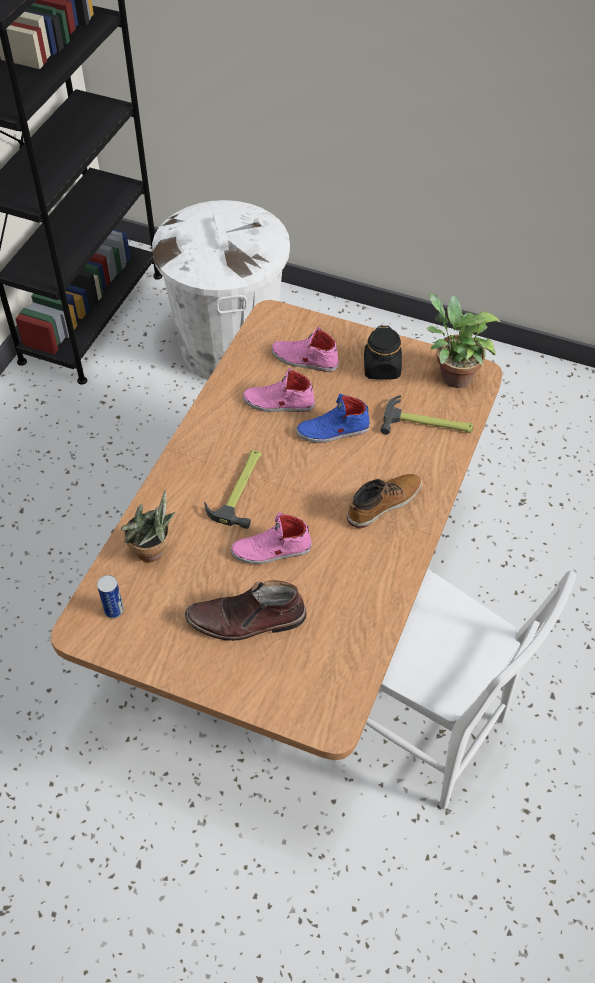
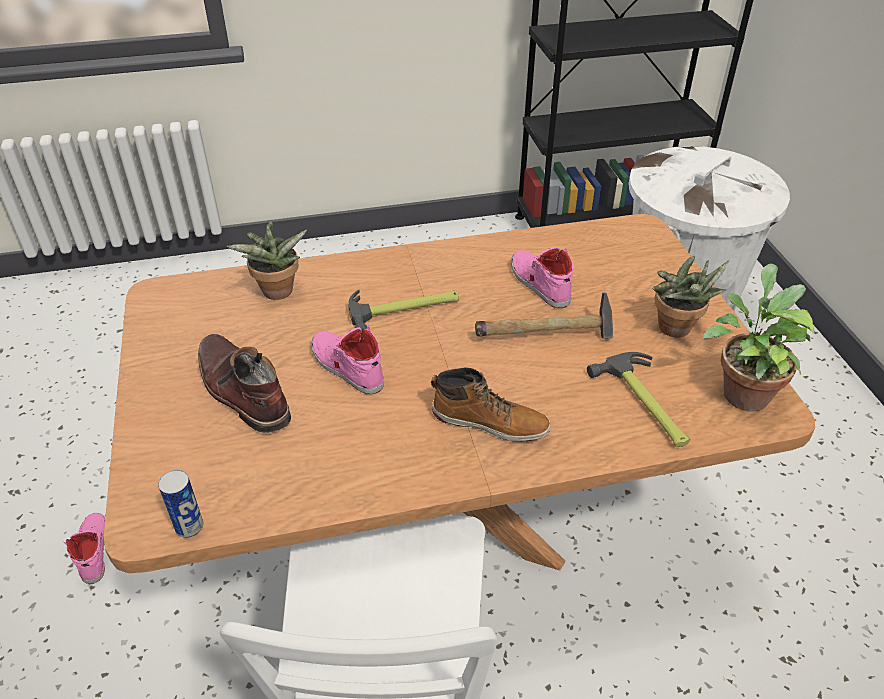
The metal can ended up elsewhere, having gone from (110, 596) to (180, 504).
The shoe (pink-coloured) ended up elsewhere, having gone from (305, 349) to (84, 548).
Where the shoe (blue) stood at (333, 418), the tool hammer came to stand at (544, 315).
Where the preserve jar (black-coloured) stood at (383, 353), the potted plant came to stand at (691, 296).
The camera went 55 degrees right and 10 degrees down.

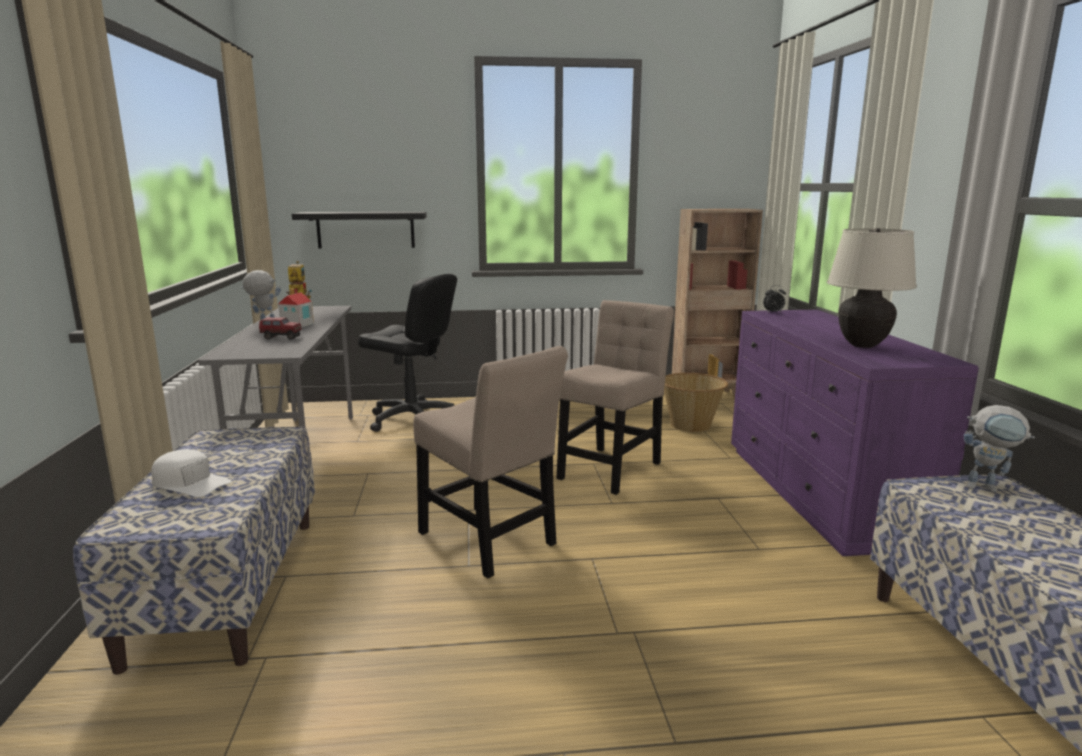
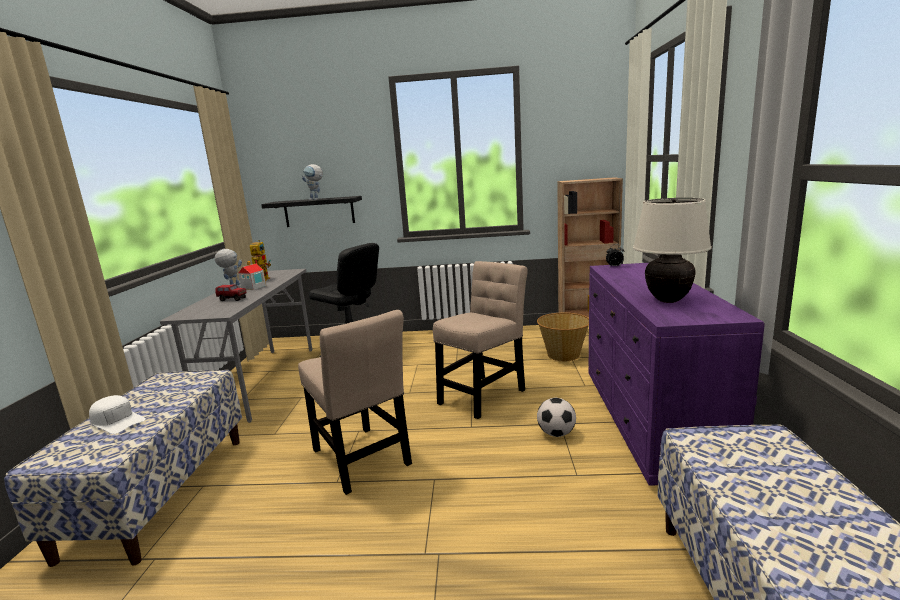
The robot figure ended up elsewhere, having gone from (999, 448) to (312, 182).
The second view gained the football ball at (556, 417).
The camera went 10 degrees right and 0 degrees up.

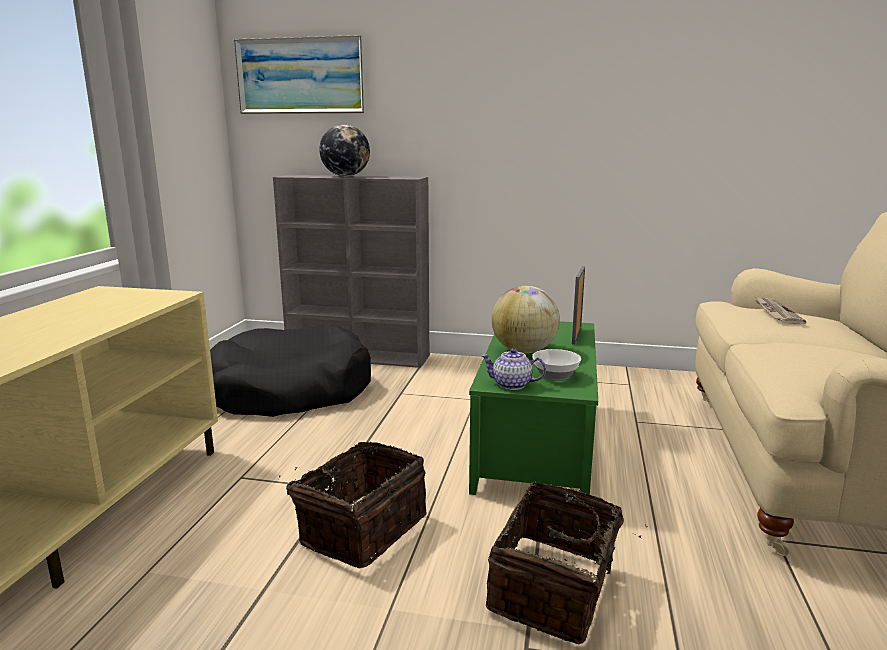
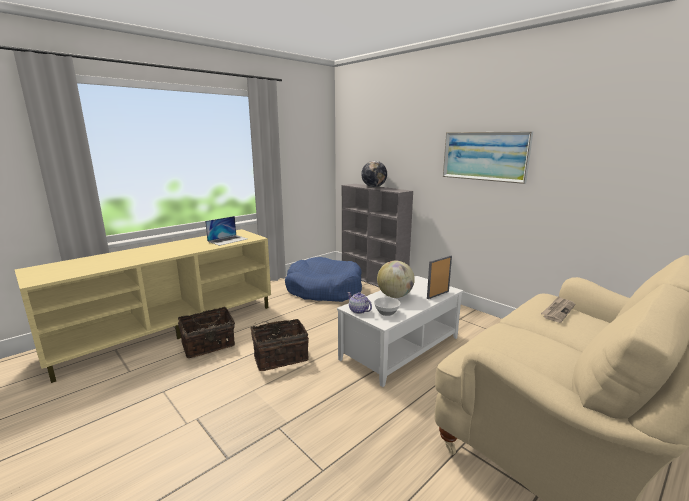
What was the pet bed (black-coloured) at (290, 371) turned into the pet bed (blue) at (323, 279).
The wall picture ended up elsewhere, having gone from (300, 74) to (488, 157).
What was the low table (greenish) at (533, 408) turned into the low table (white-coloured) at (400, 331).
The storage basket ended up elsewhere, having gone from (566, 562) to (206, 332).
The second view gained the notebook computer at (226, 231).
The camera went 35 degrees right and 0 degrees up.

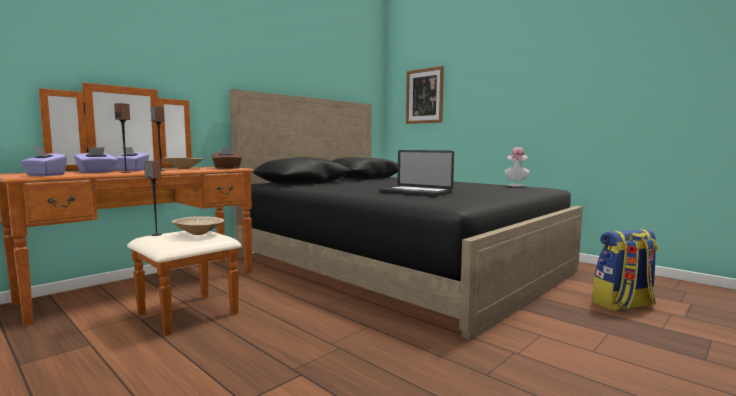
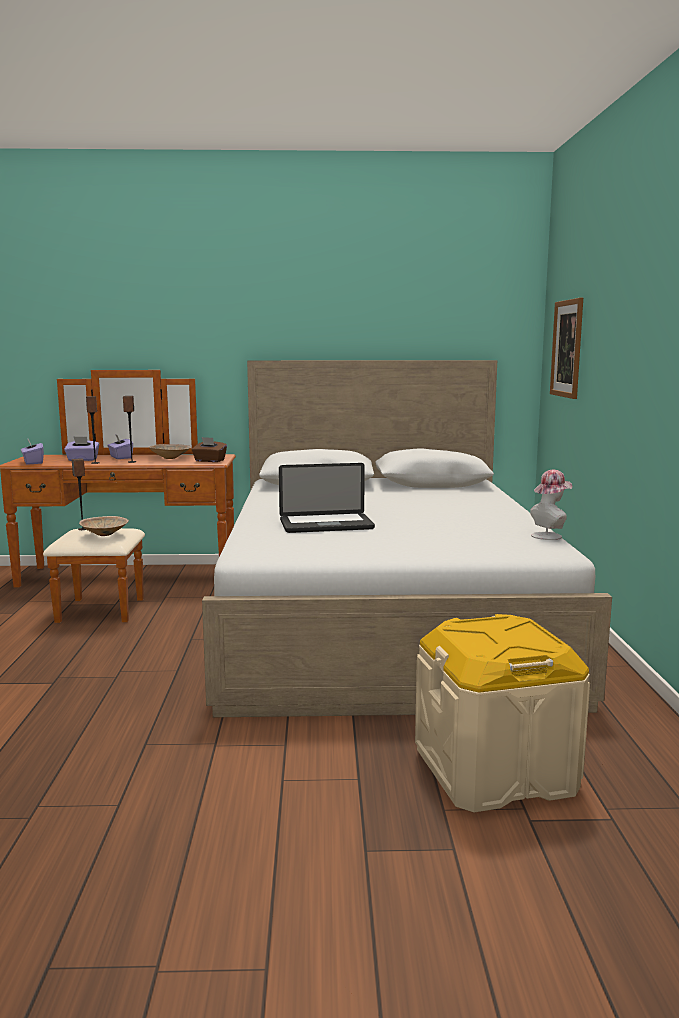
What was the sleeping bed (black-coloured) at (406, 215) turned into the sleeping bed (white-coloured) at (407, 538).
The notebook computer at (416, 173) ended up facing another way, 90 degrees counterclockwise from before.
Where the backpack stood at (625, 270), the storage bin (sand-coloured) came to stand at (502, 713).
The camera went 45 degrees right and 5 degrees up.

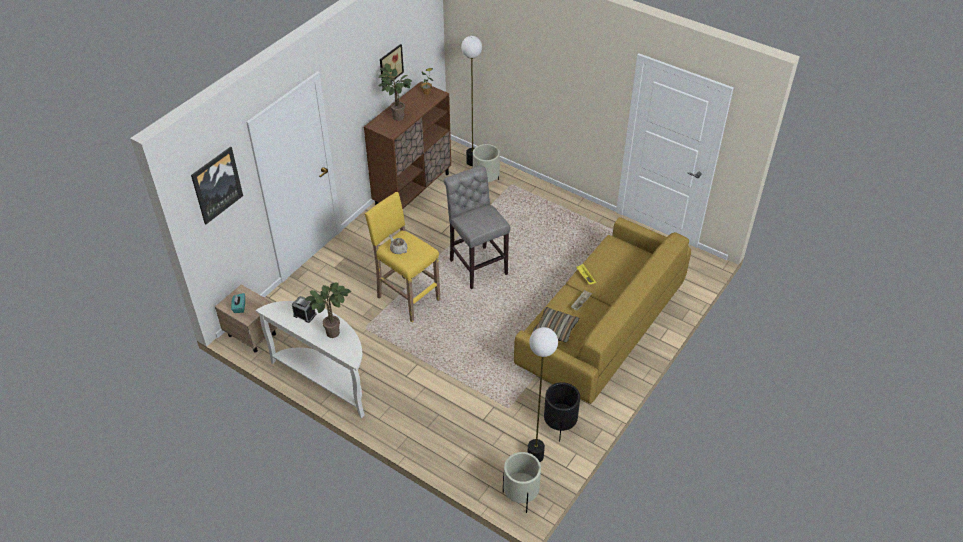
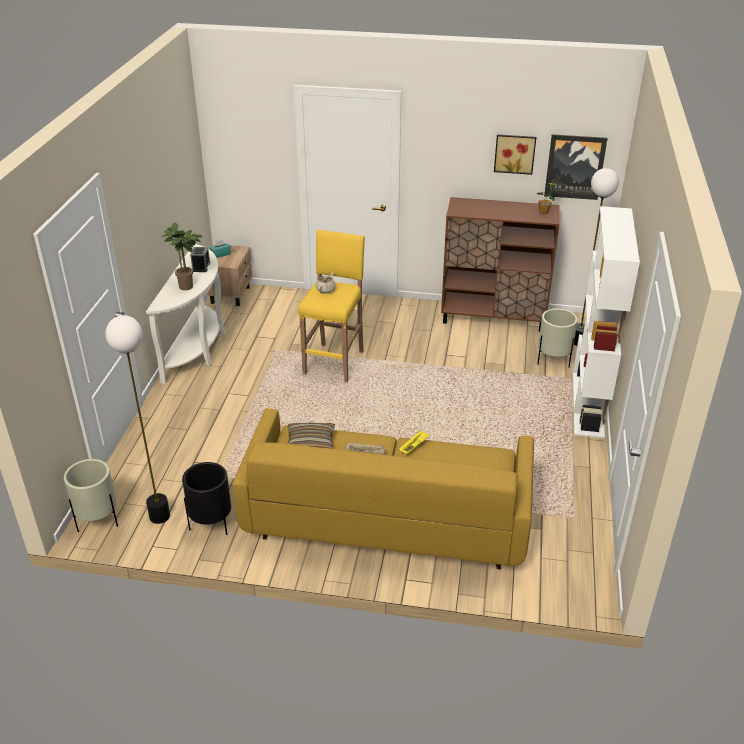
The wall picture ended up elsewhere, having gone from (217, 185) to (575, 167).
The second view lost the potted plant at (395, 92).
The second view lost the stool seat (grey) at (477, 227).
The second view gained the bookcase (white-coloured) at (606, 322).
The camera went 65 degrees right and 10 degrees down.

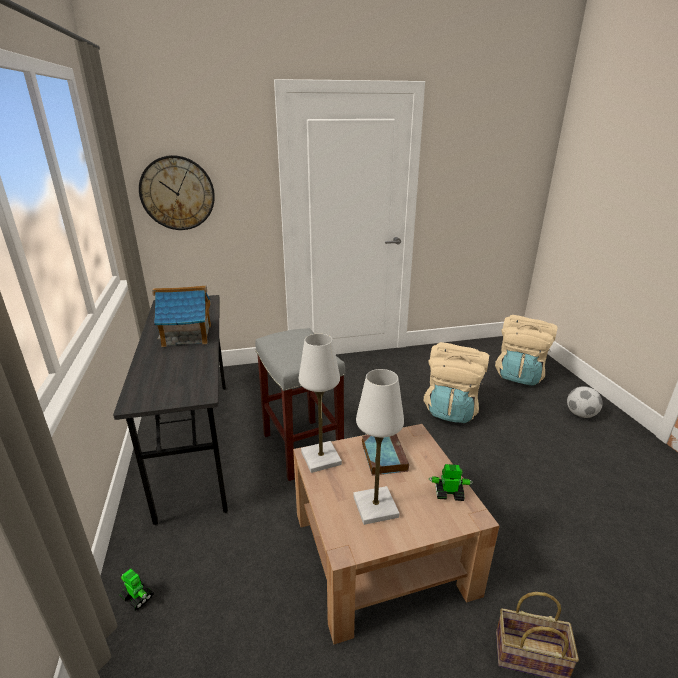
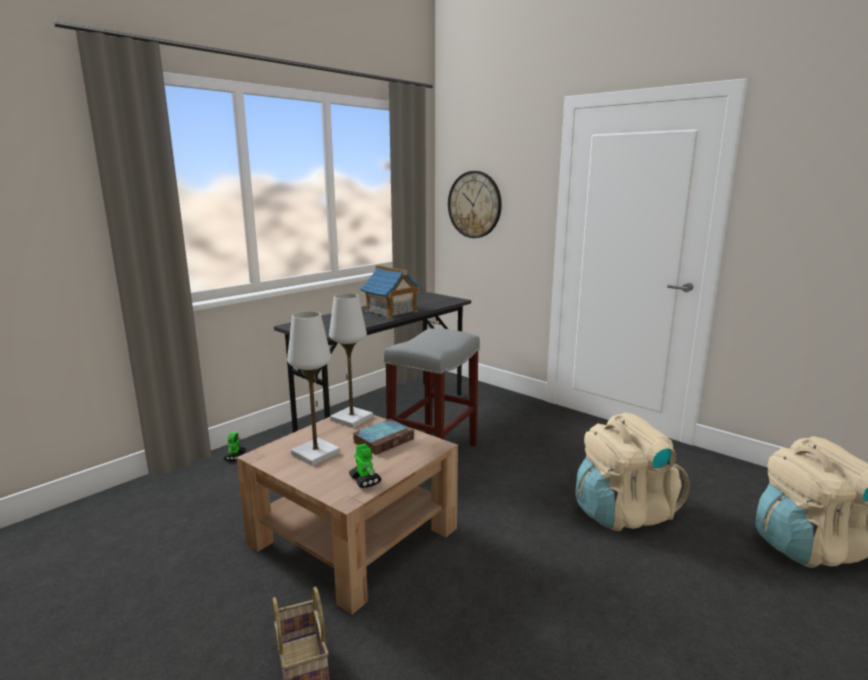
The second view lost the football ball at (585, 402).
The camera went 55 degrees right and 10 degrees down.

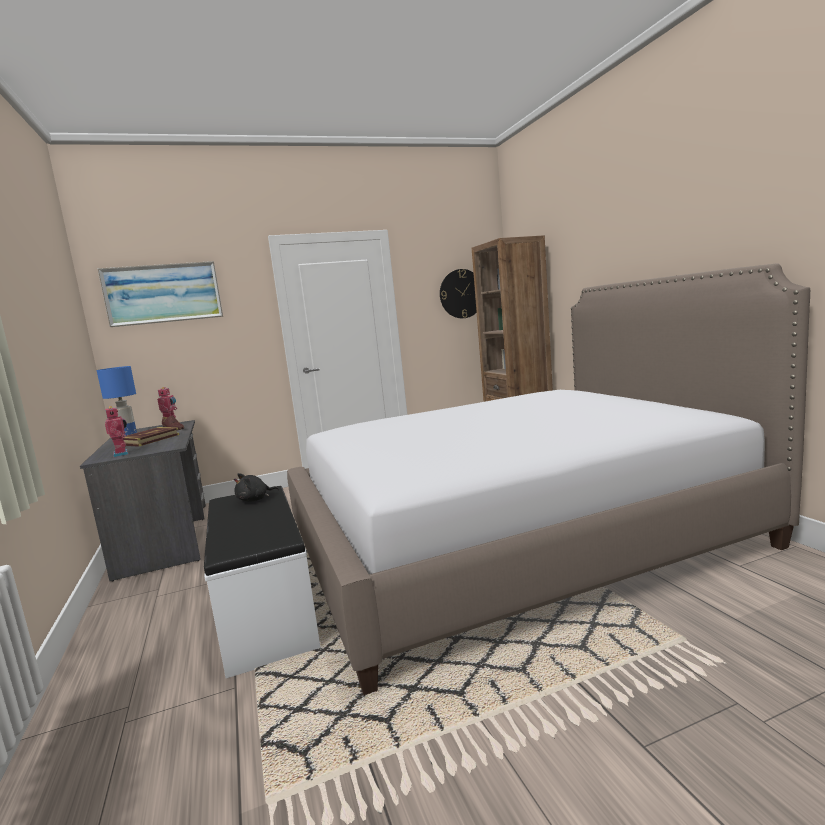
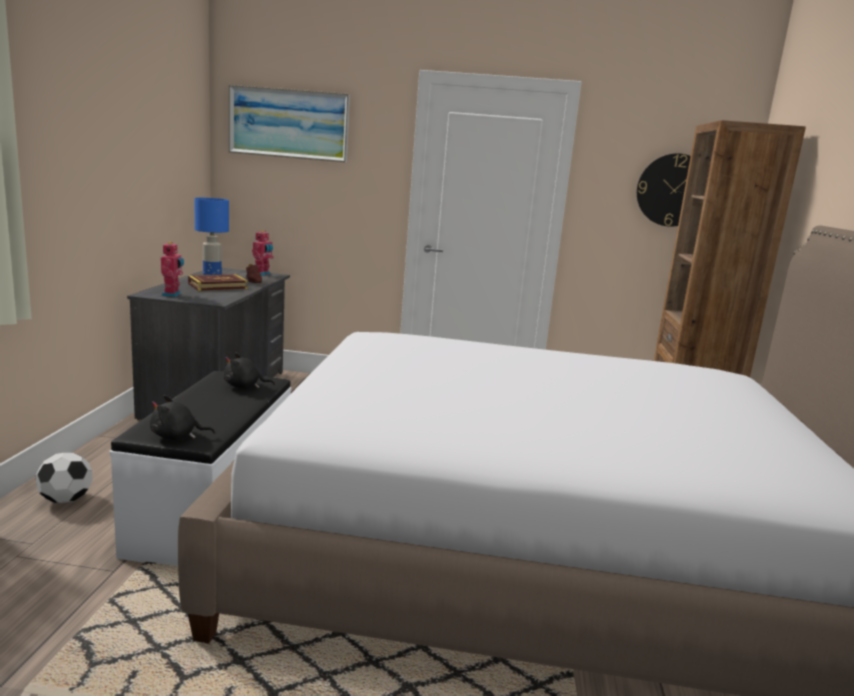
The second view gained the football ball at (64, 478).
The second view gained the cuddly toy (black-coloured) at (182, 417).
The camera went 25 degrees right and 5 degrees up.

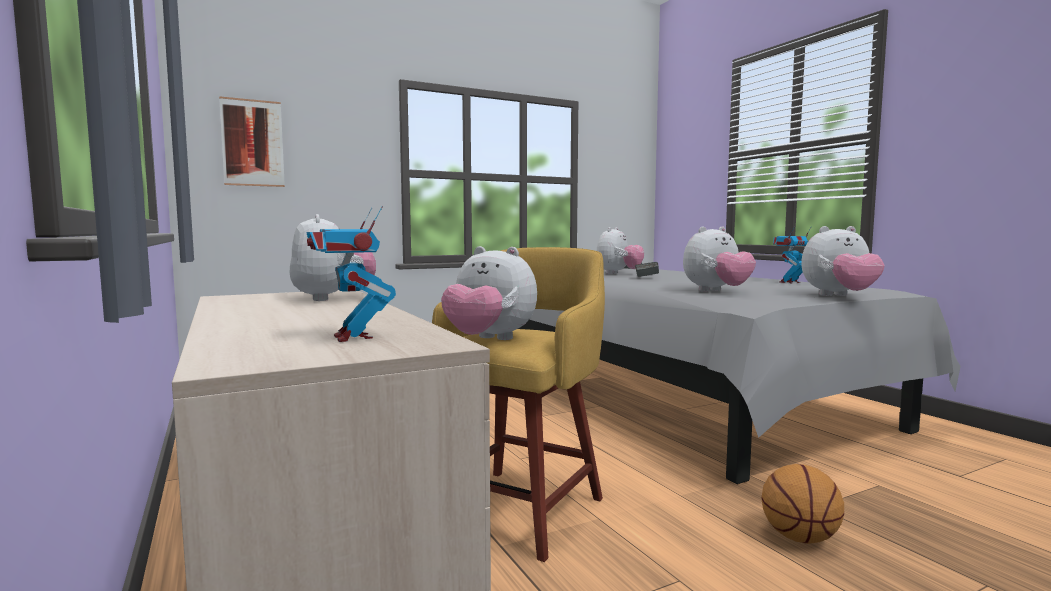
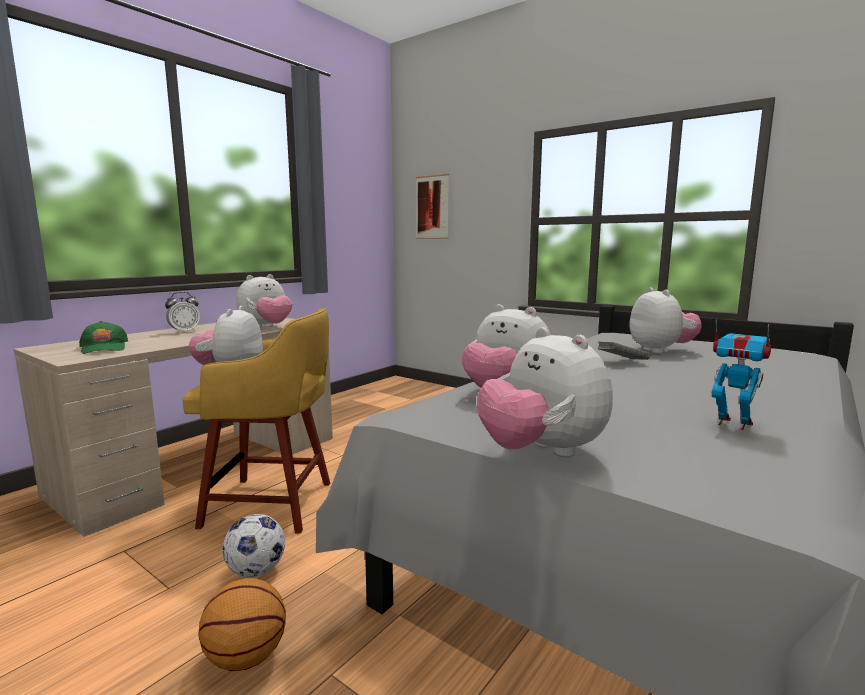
Where the robot figure stood at (351, 274), the peaked cap (greenish) came to stand at (103, 337).
The cuddly toy at (620, 250) ended up facing another way, 105 degrees counterclockwise from before.
The second view gained the alarm clock at (182, 313).
The second view gained the football ball at (253, 545).
The camera went 65 degrees right and 5 degrees up.

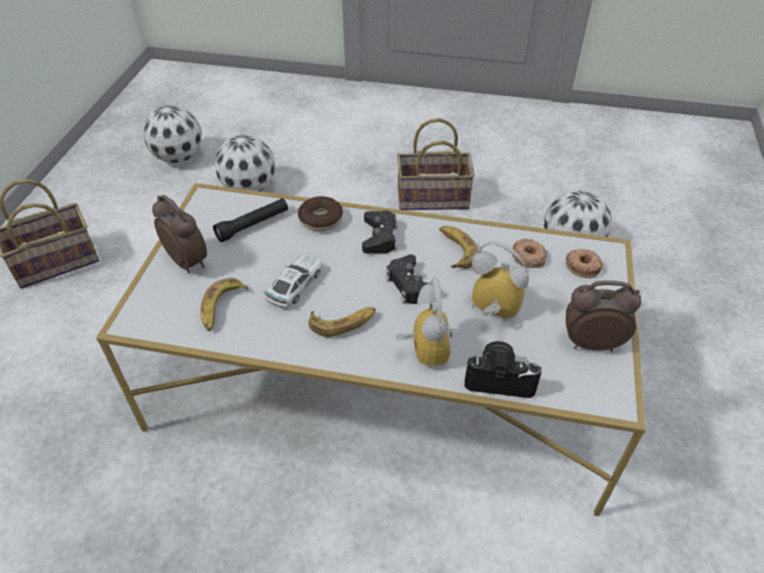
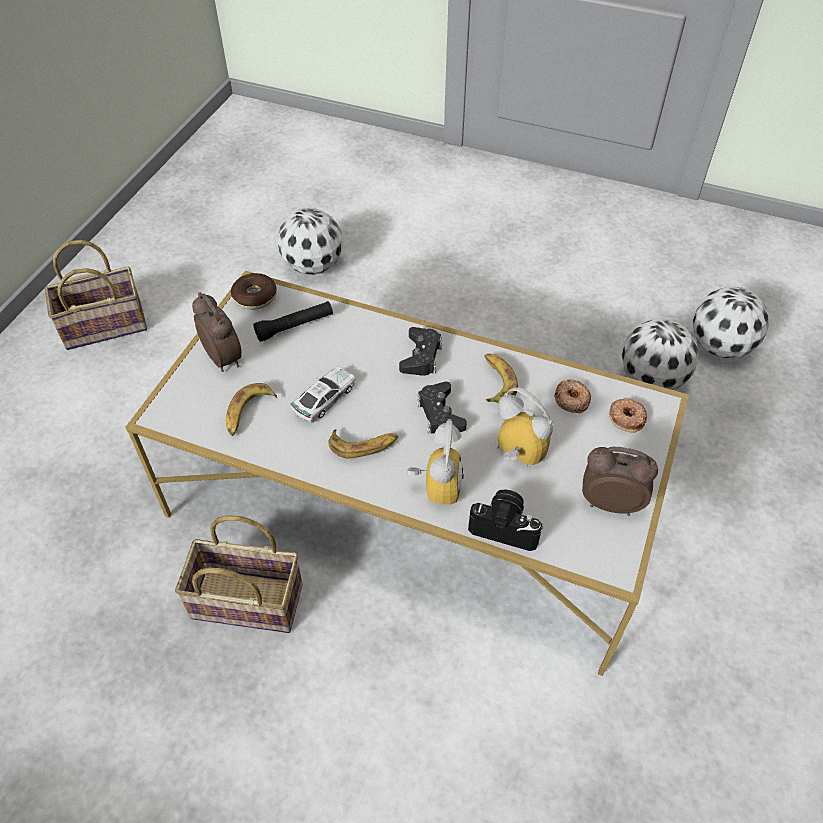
The football ball ended up elsewhere, having gone from (172, 134) to (731, 322).
The ring doughnut ended up elsewhere, having gone from (320, 213) to (254, 291).
The storage basket ended up elsewhere, having gone from (436, 164) to (239, 574).
The camera went 10 degrees right and 5 degrees up.

